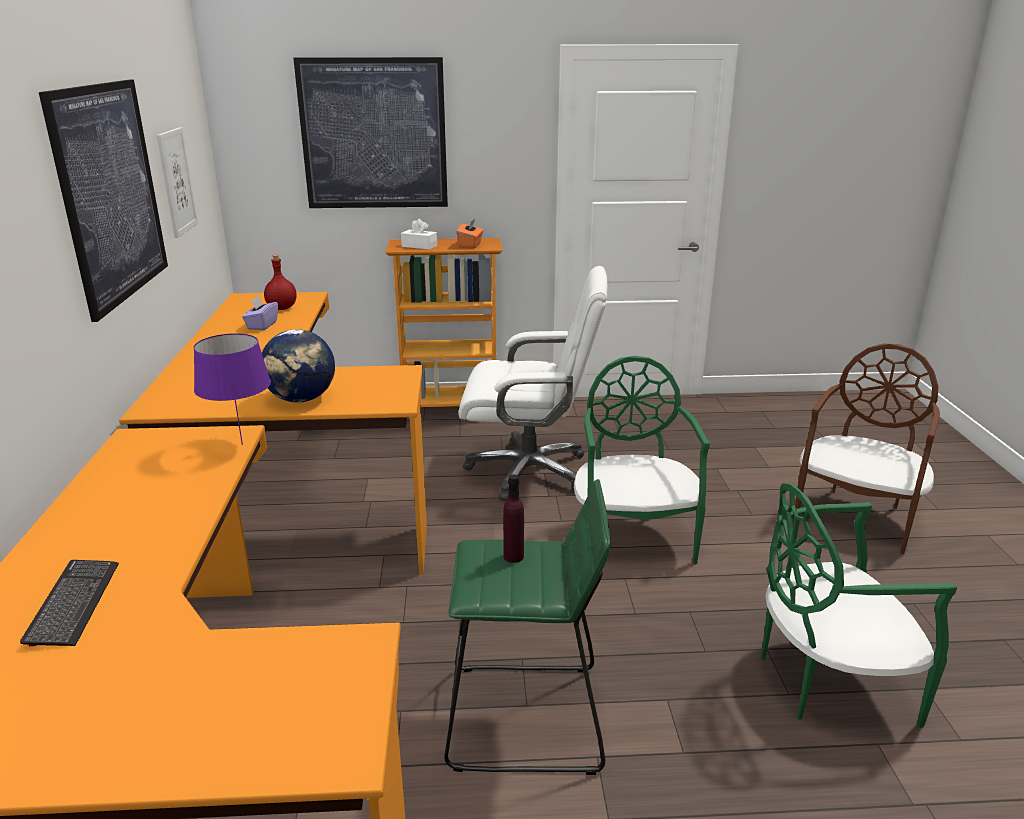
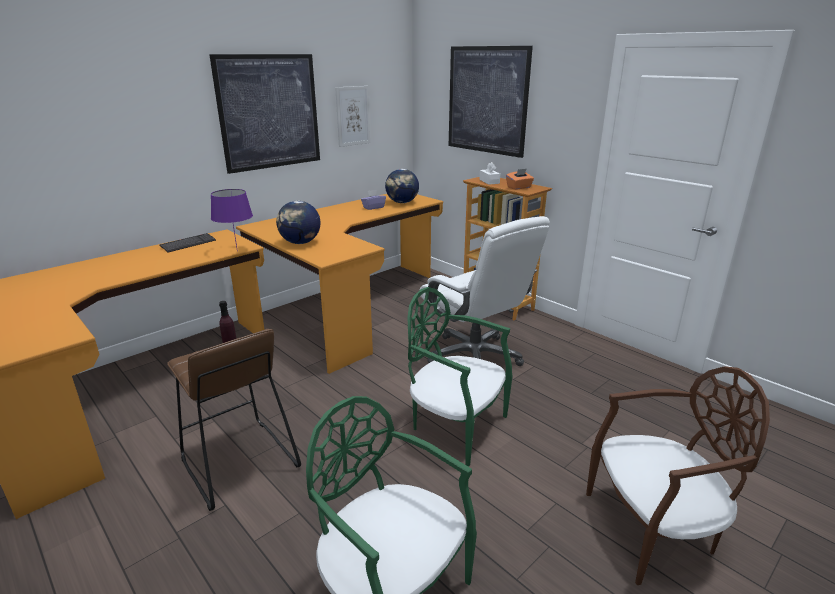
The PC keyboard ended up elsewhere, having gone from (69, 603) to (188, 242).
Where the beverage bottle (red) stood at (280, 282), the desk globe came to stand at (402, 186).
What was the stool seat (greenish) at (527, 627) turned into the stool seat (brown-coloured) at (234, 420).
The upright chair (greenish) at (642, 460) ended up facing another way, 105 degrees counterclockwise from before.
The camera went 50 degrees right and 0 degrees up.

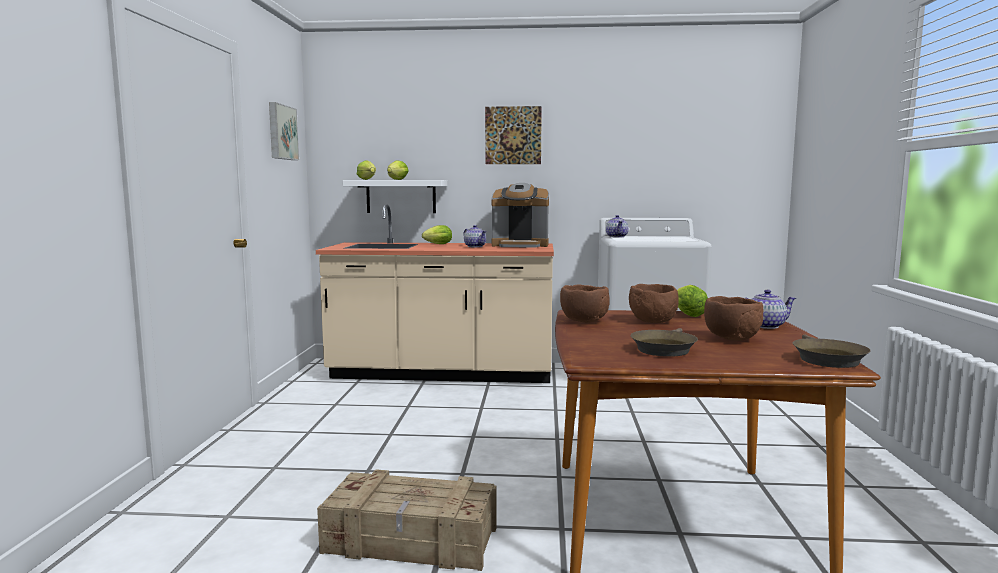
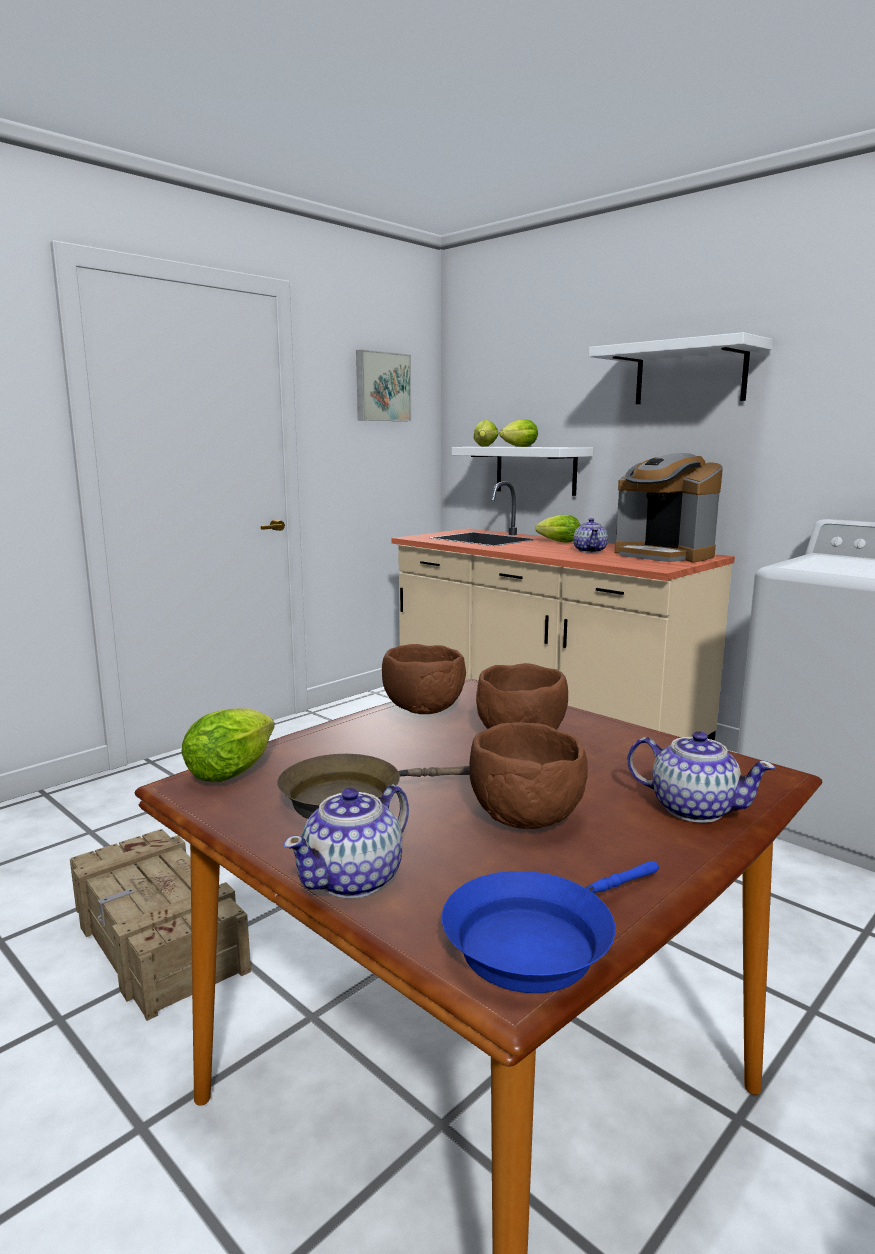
Where the wall picture hung at (513, 135), the shelf (white-coloured) came to hang at (681, 368).
The pot for tea ended up elsewhere, having gone from (617, 226) to (346, 841).
The lettuce ended up elsewhere, having gone from (692, 301) to (228, 745).
What was the pan (brown-coloured) at (832, 351) turned into the pan (blue) at (550, 927).
The camera went 40 degrees right and 5 degrees up.

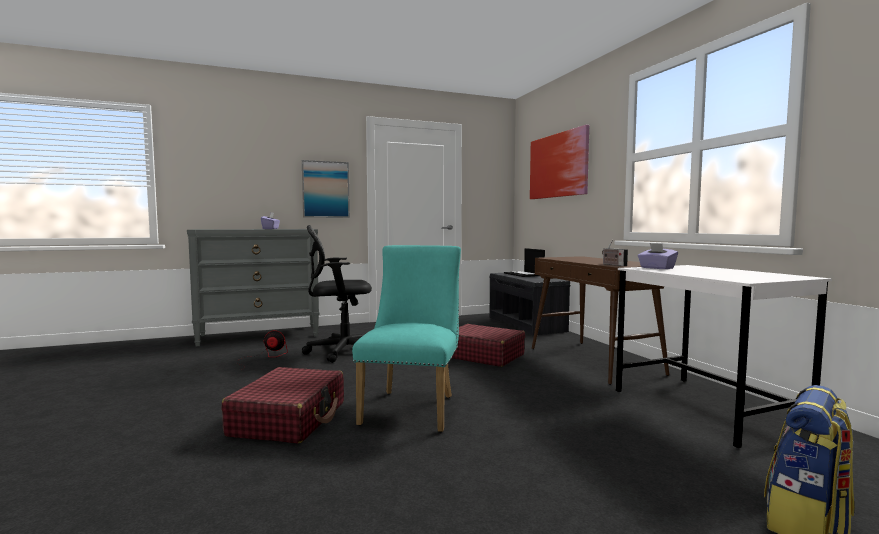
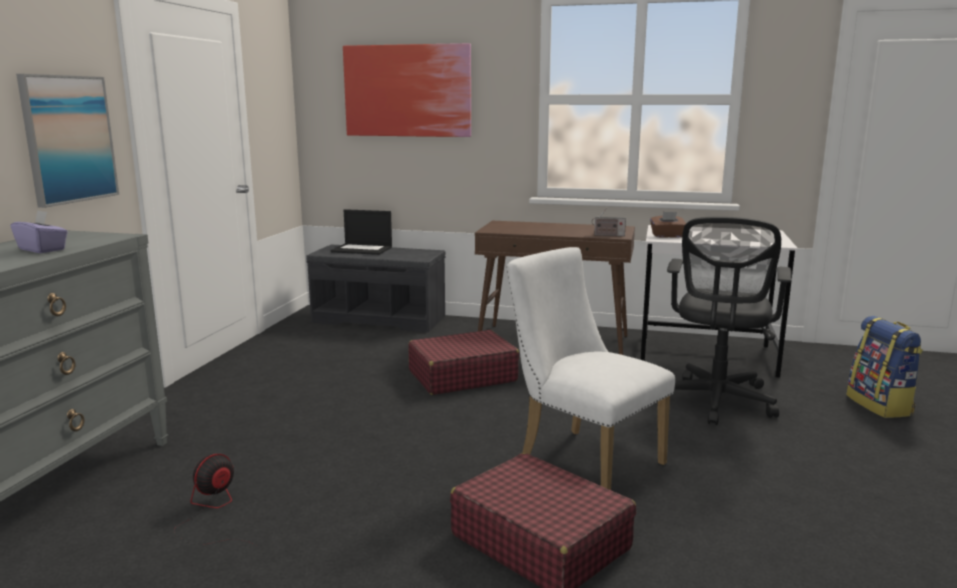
The computer chair (black-coloured) ended up elsewhere, having gone from (337, 294) to (729, 321).
What was the upright chair (turquoise) at (406, 338) turned into the upright chair (white-coloured) at (591, 368).
What was the tissue holder (purple) at (658, 256) turned into the tissue holder (brown-coloured) at (668, 225).
The camera went 55 degrees left and 10 degrees up.

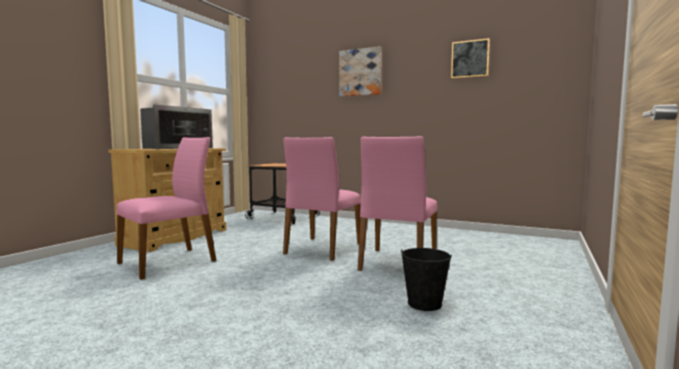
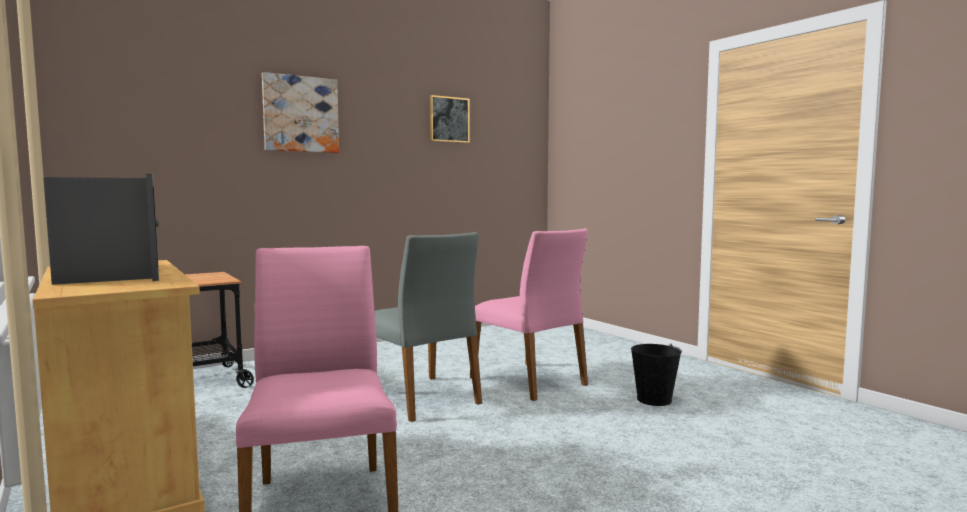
What was the upright chair (pink-coloured) at (322, 199) turned into the upright chair (grey) at (428, 327).
The camera went 60 degrees left and 0 degrees up.

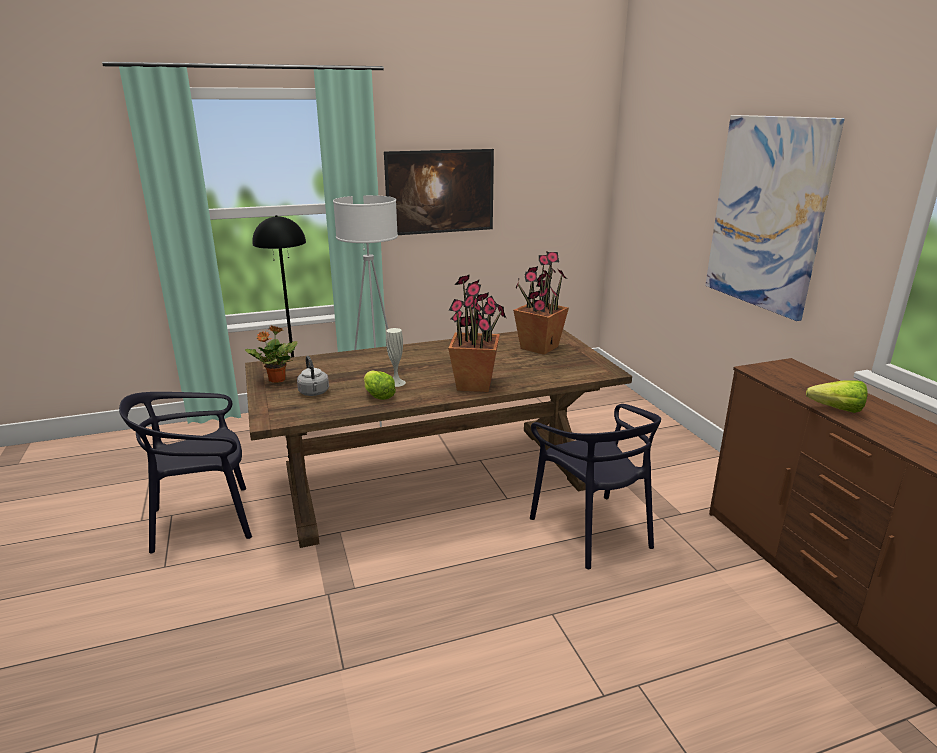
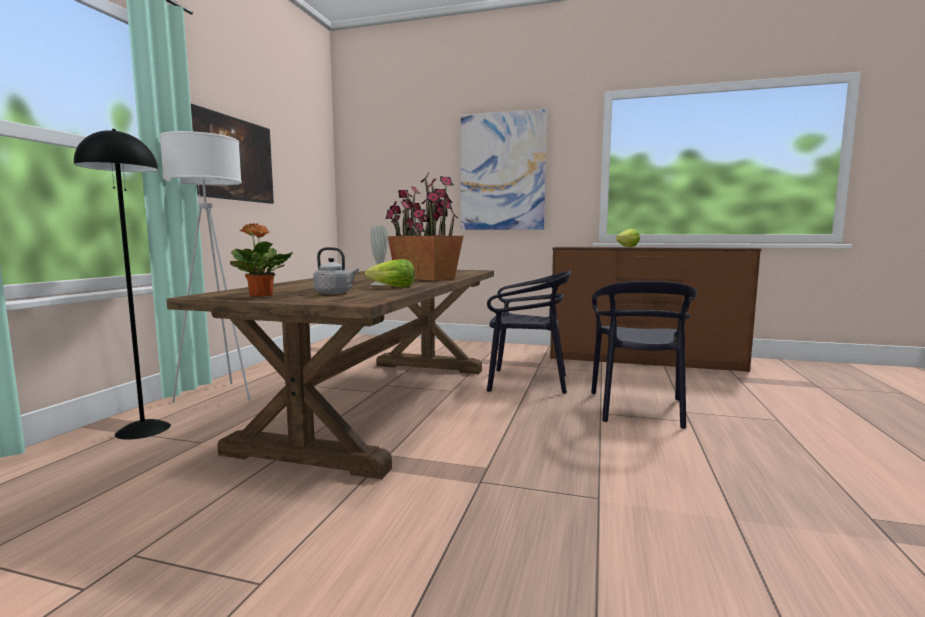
The upright chair (black-coloured) ended up elsewhere, having gone from (185, 473) to (644, 355).
The camera went 55 degrees left and 15 degrees down.

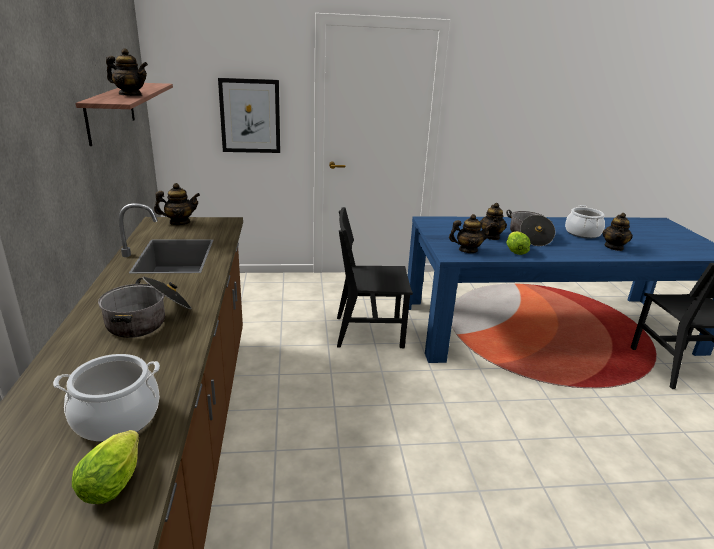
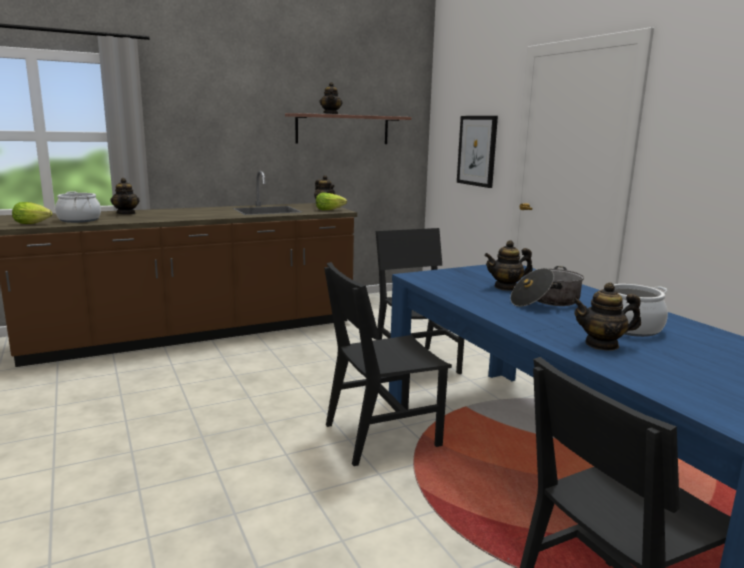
The second view lost the stockpot at (144, 307).
The pot for tea ended up elsewhere, having gone from (470, 233) to (125, 196).
The lettuce ended up elsewhere, having gone from (518, 243) to (331, 201).
The second view gained the upright chair (black-coloured) at (388, 364).
The camera went 70 degrees right and 10 degrees down.

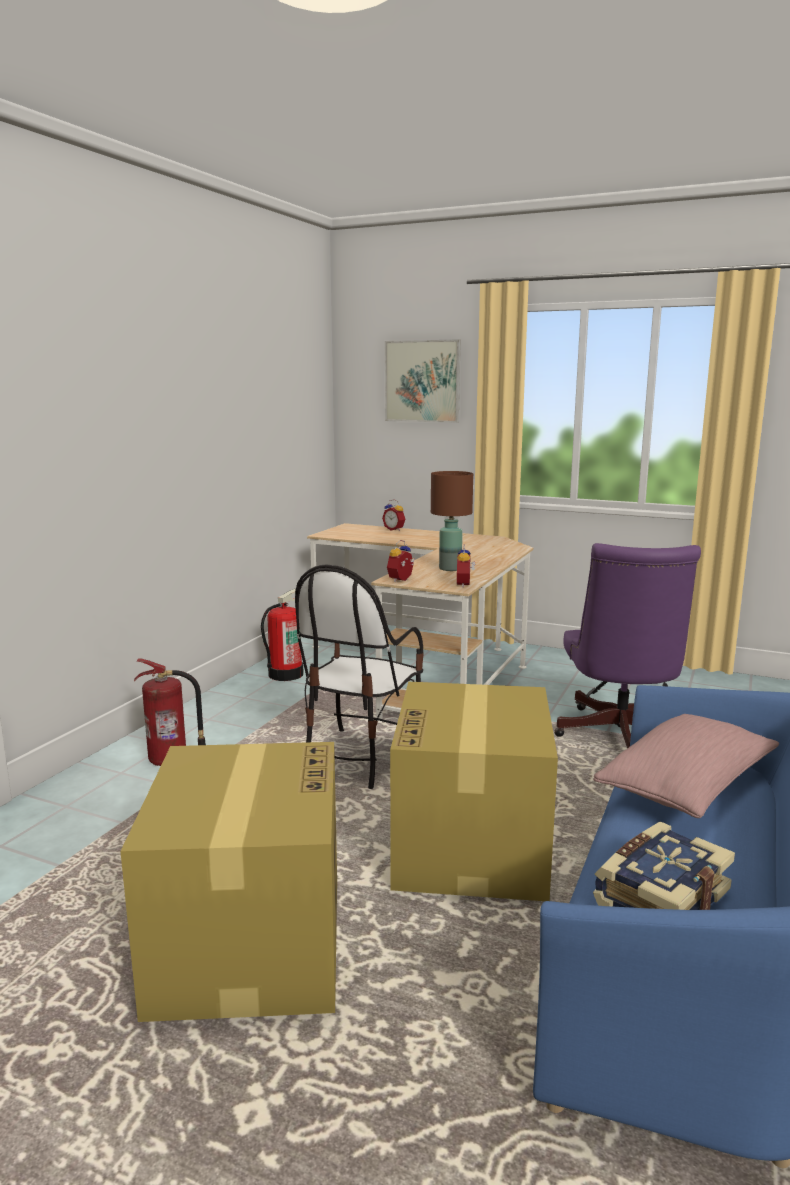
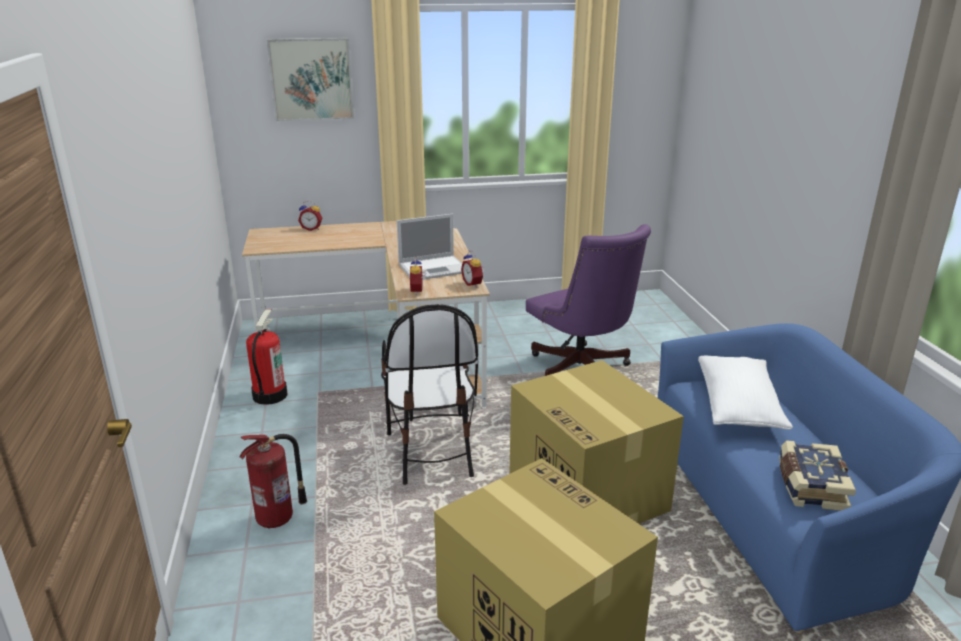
Where the tabletop lamp (brown-coloured) stood at (452, 521), the notebook computer came to stand at (429, 246).
What was the throw pillow (pink-coloured) at (686, 766) turned into the throw pillow (white-coloured) at (745, 392).
The camera went 35 degrees left and 10 degrees up.

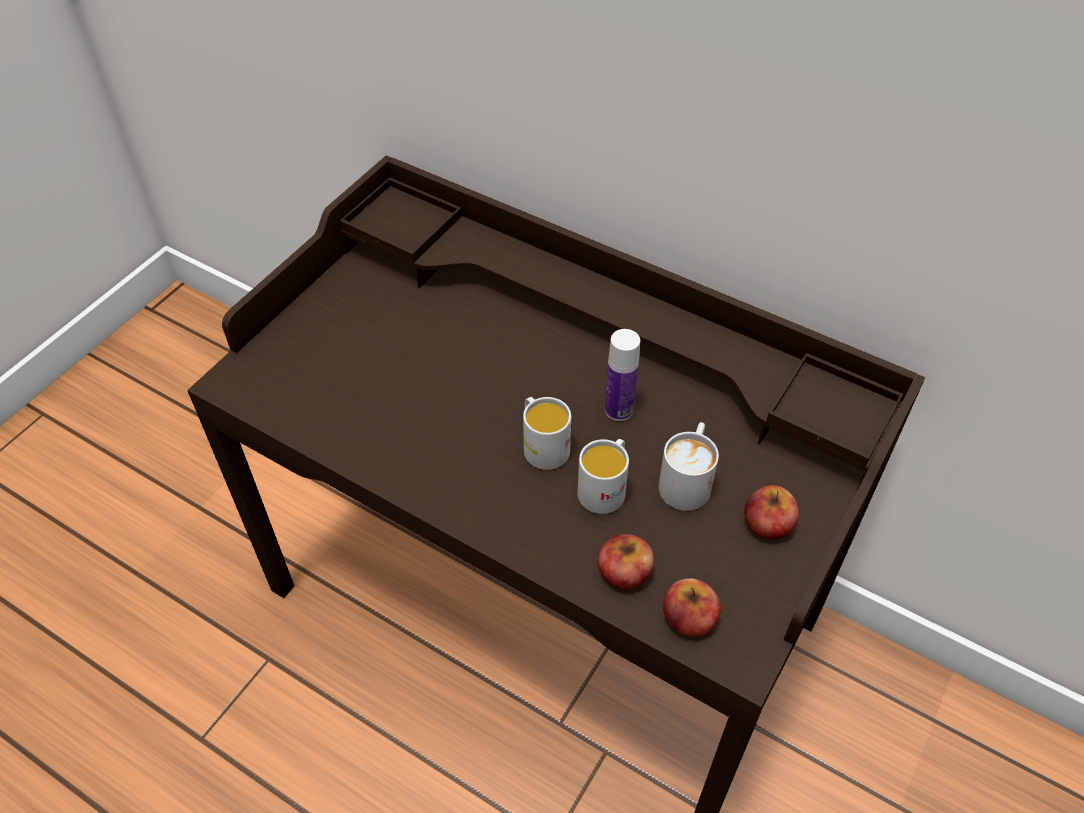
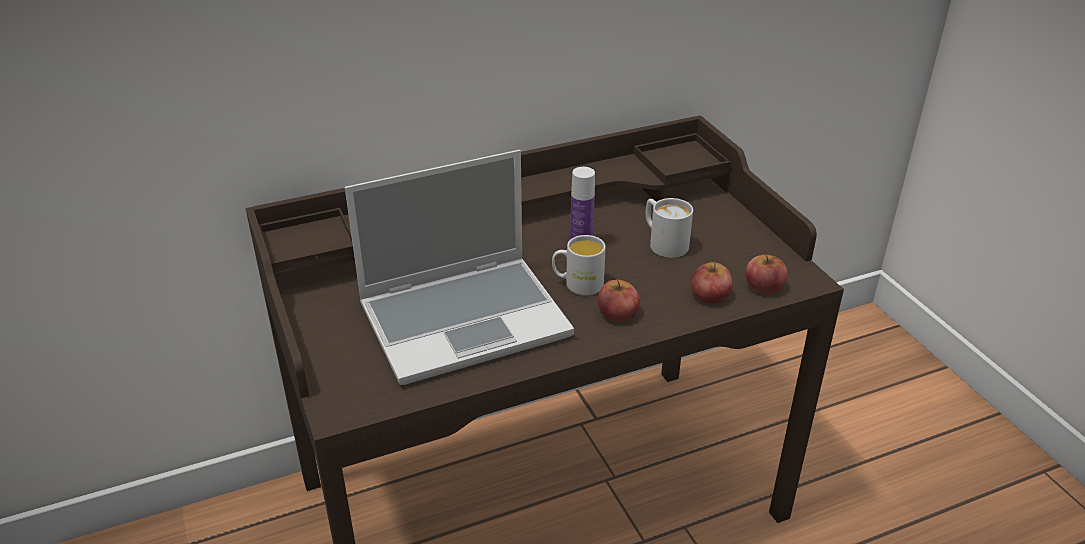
The second view lost the tea mug (white-coloured) at (603, 476).
The whole apple ended up elsewhere, having gone from (771, 512) to (619, 300).
The second view gained the notebook computer at (459, 267).
The camera went 55 degrees left and 15 degrees down.

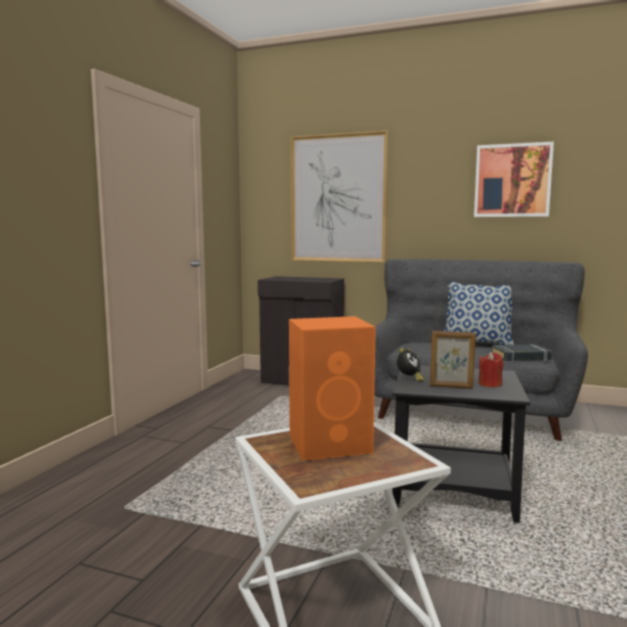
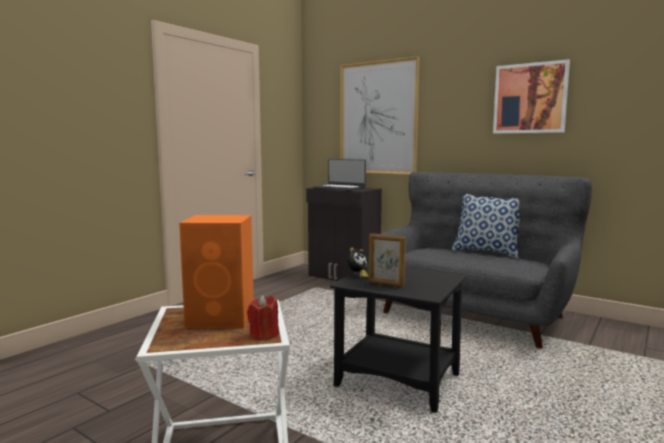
The wax candle (red) ended up elsewhere, having gone from (491, 369) to (263, 318).
The second view lost the book (black-coloured) at (522, 352).
The second view gained the notebook computer at (339, 174).
The camera went 15 degrees right and 0 degrees up.

